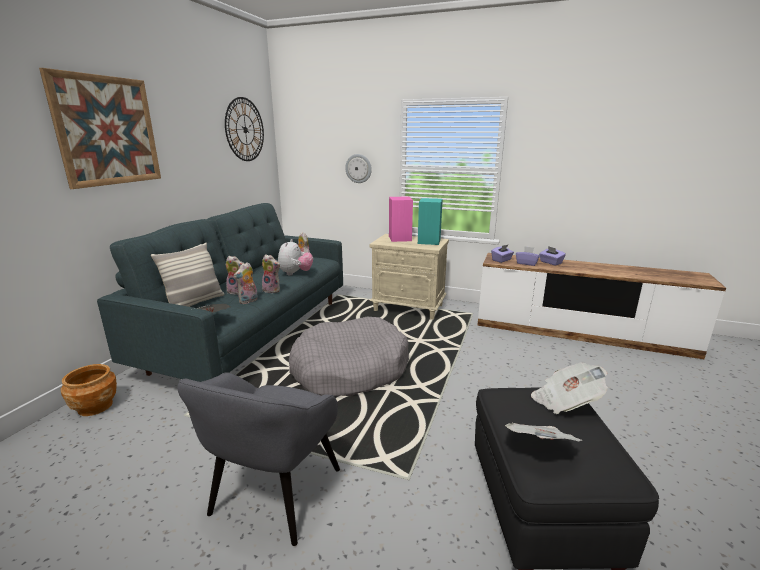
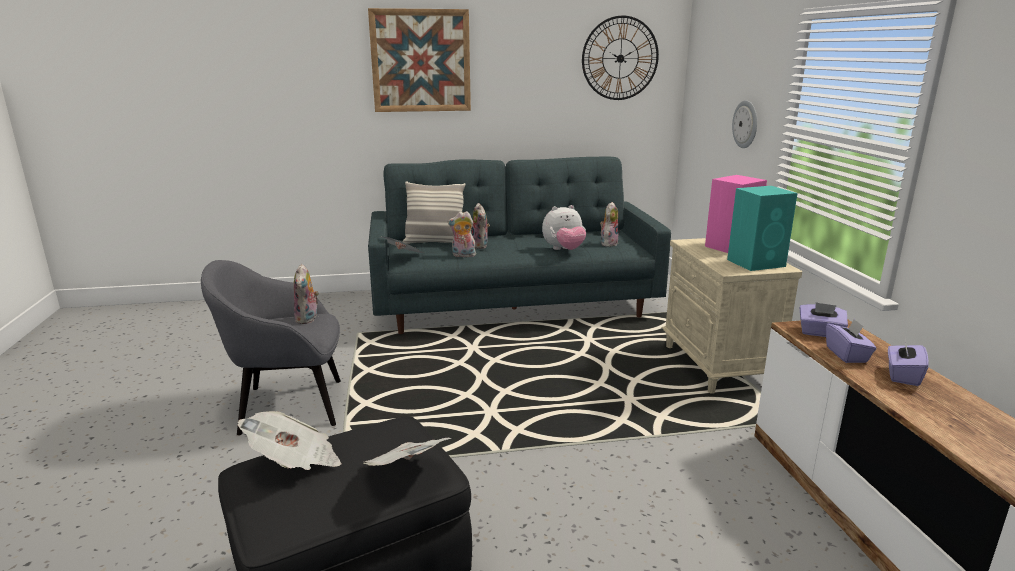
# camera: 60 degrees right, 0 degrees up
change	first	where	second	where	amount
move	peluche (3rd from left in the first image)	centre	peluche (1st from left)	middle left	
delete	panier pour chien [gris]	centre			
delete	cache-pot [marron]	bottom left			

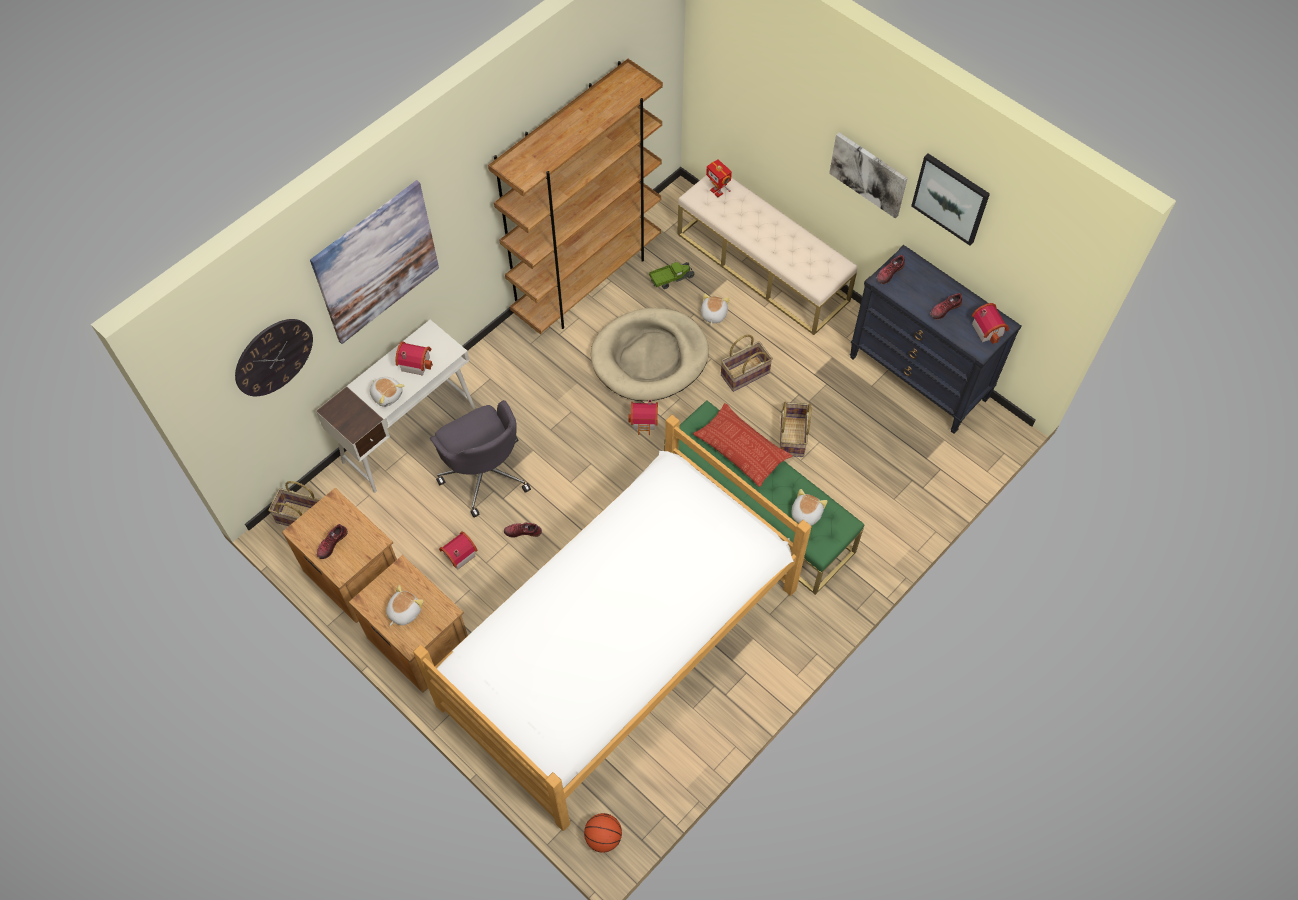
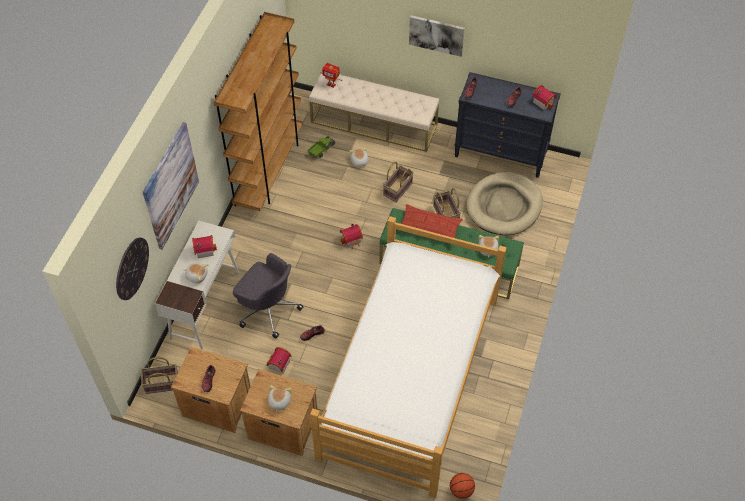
# camera: 25 degrees left, 5 degrees down
change	first	where	second	where	amount
delete	tableau (3rd from left)	top right			
move	panier pour chien [beige]	centre		middle right	

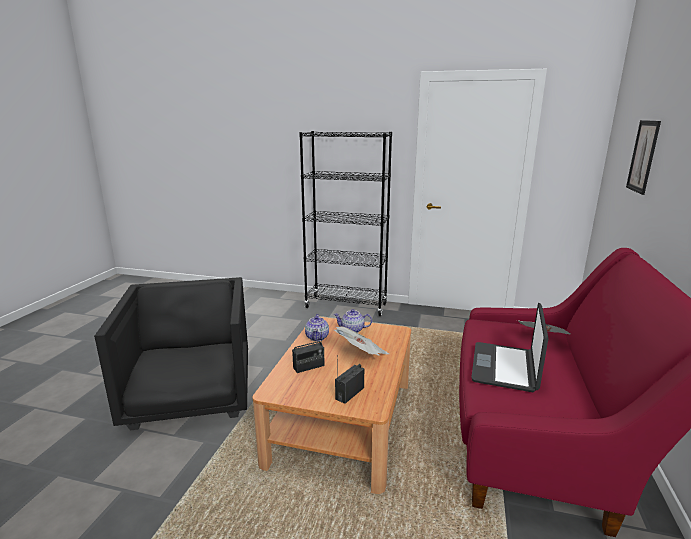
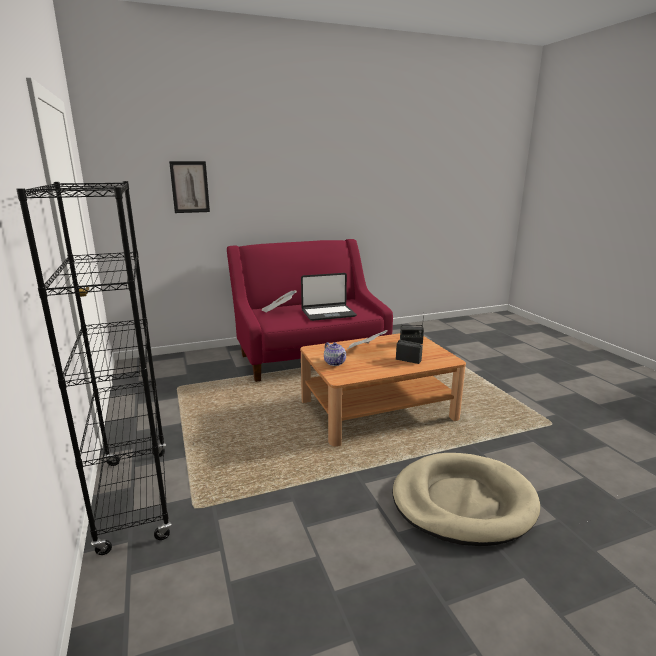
# camera: 125 degrees left, 0 degrees up
change	first	where	second	where	amount
replace	fauteuil [noir]	middle left	panier pour chien [beige]	bottom right	
delete	théière (1st from left)	centre			

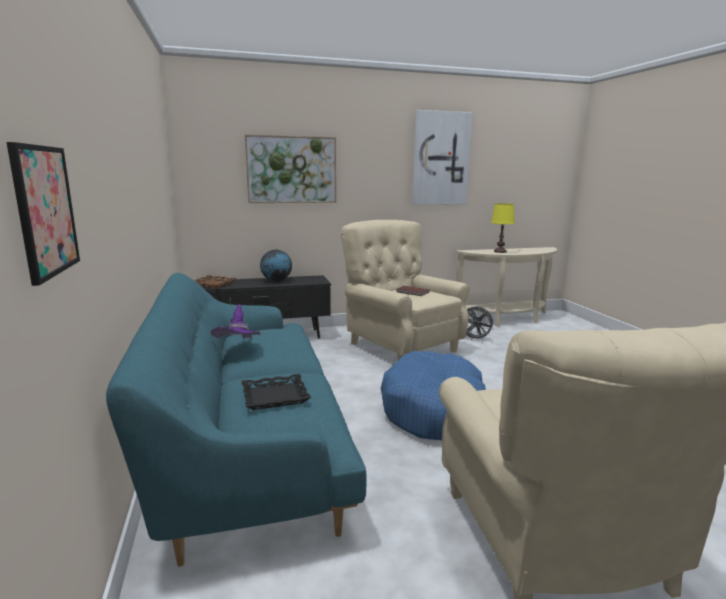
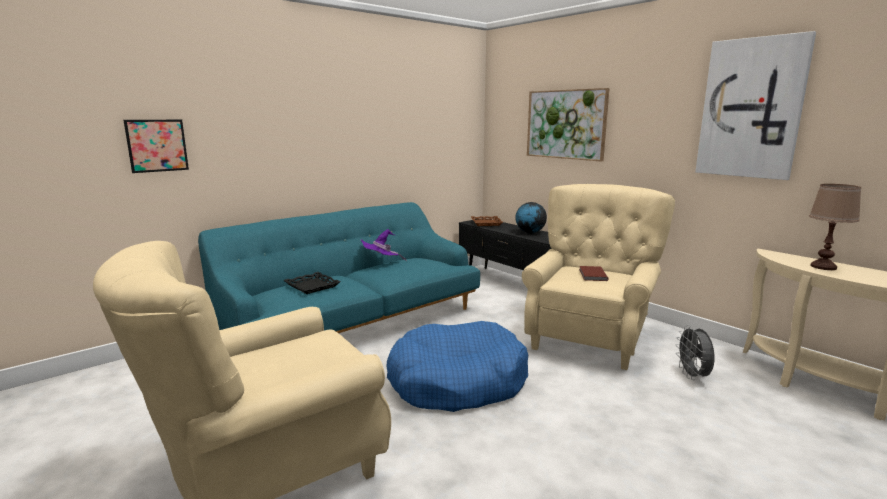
# camera: 65 degrees right, 0 degrees up
change	first	where	second	where	amount
recolor	lampe de table [jaune]	middle right	lampe de table [marron]	middle right	

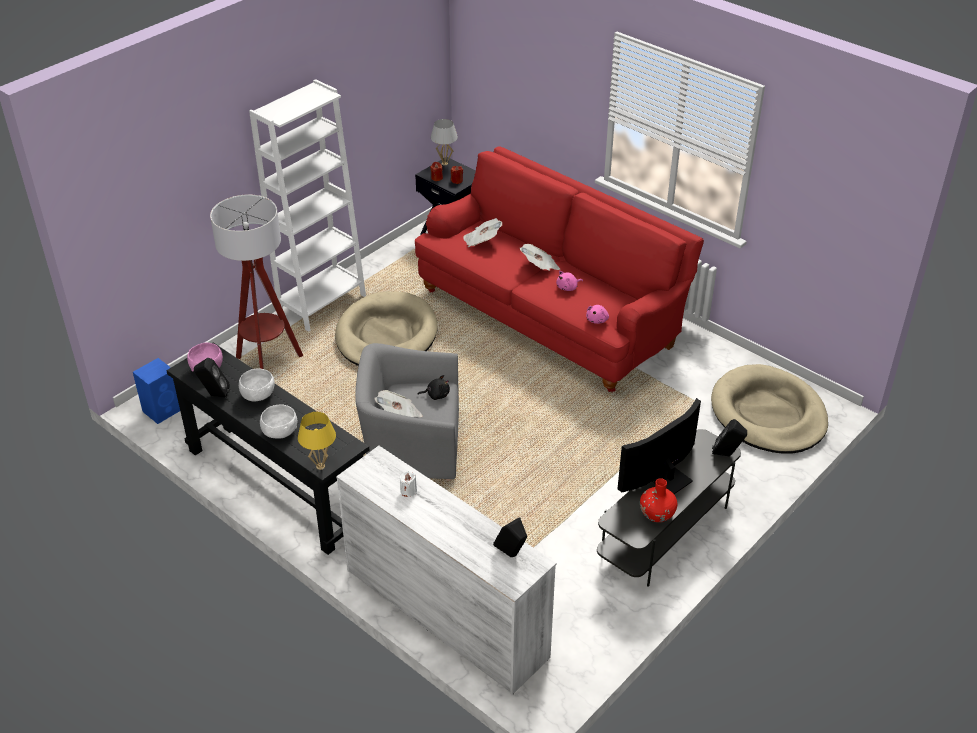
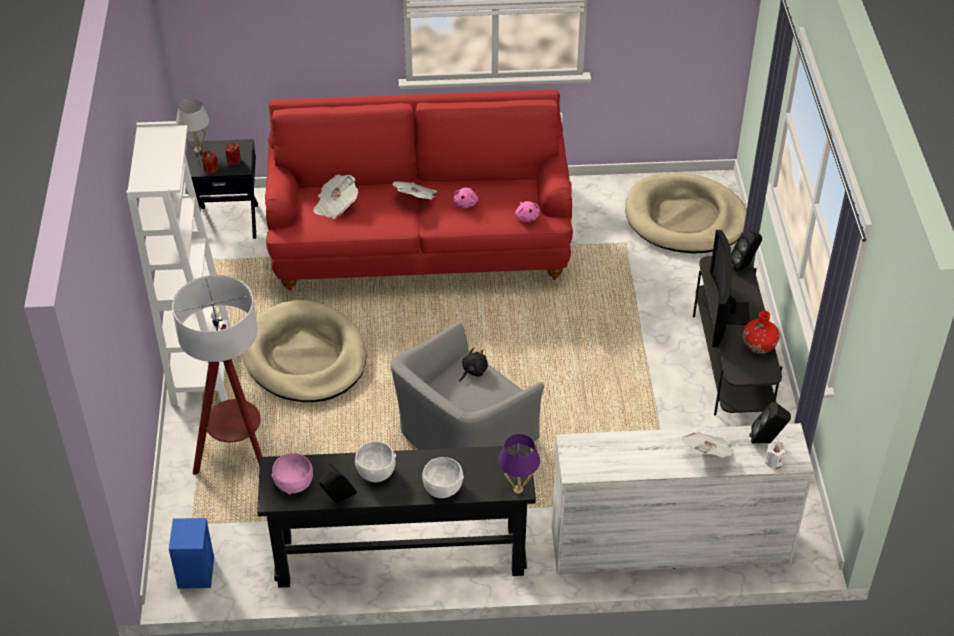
# camera: 45 degrees left, 5 degrees up
change	first	where	second	where	amount
move	journal (1st from left in the first image)	centre	journal (3rd from left)	bottom right	
recolor	lampe de table [jaune]	middle left	lampe de table [violet]	bottom centre	
move	bougie [blanc]	centre		bottom right	

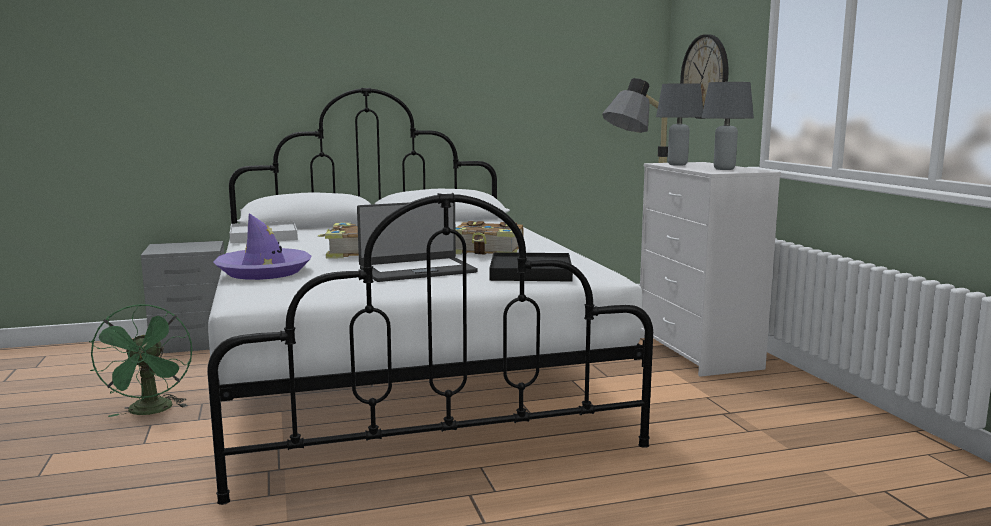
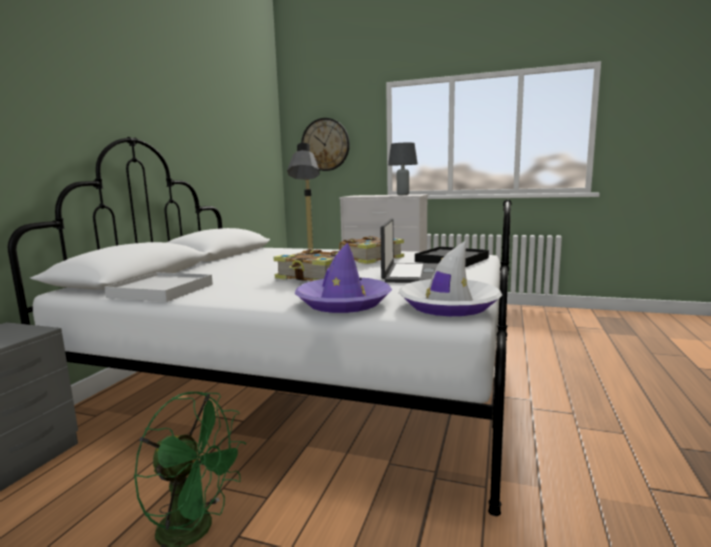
# camera: 55 degrees left, 0 degrees up
change	first	where	second	where	amount
delete	lampe de table [gris] (1st from left)	top right			
insert			chapeau [blanc]	centre	

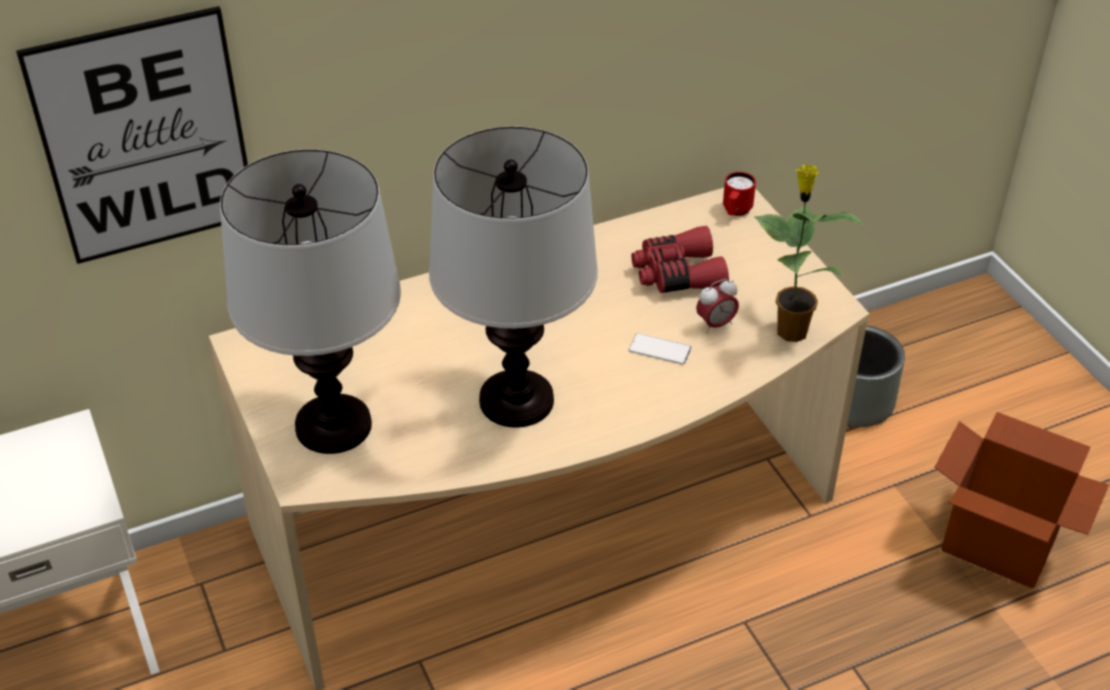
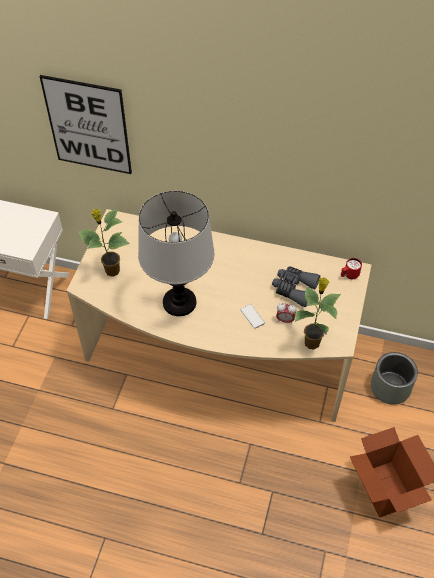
# camera: 40 degrees right, 10 degrees up
change	first	where	second	where	amount
replace	lampe de table (1st from left)	middle left	plante en pot (1st from left)	middle left	
recolor	jumelles [rouge]	centre	jumelles [gris]	middle right	

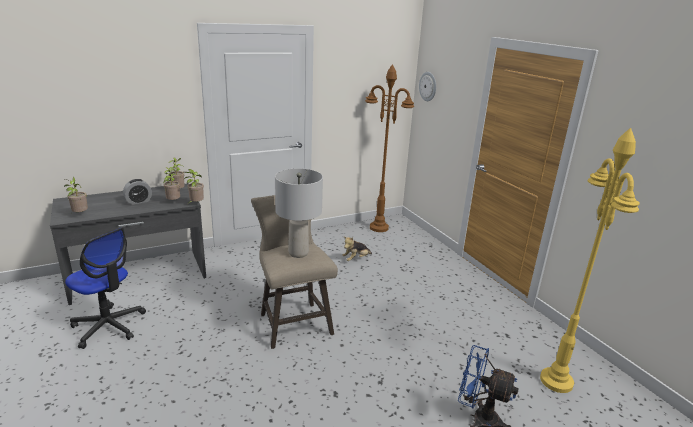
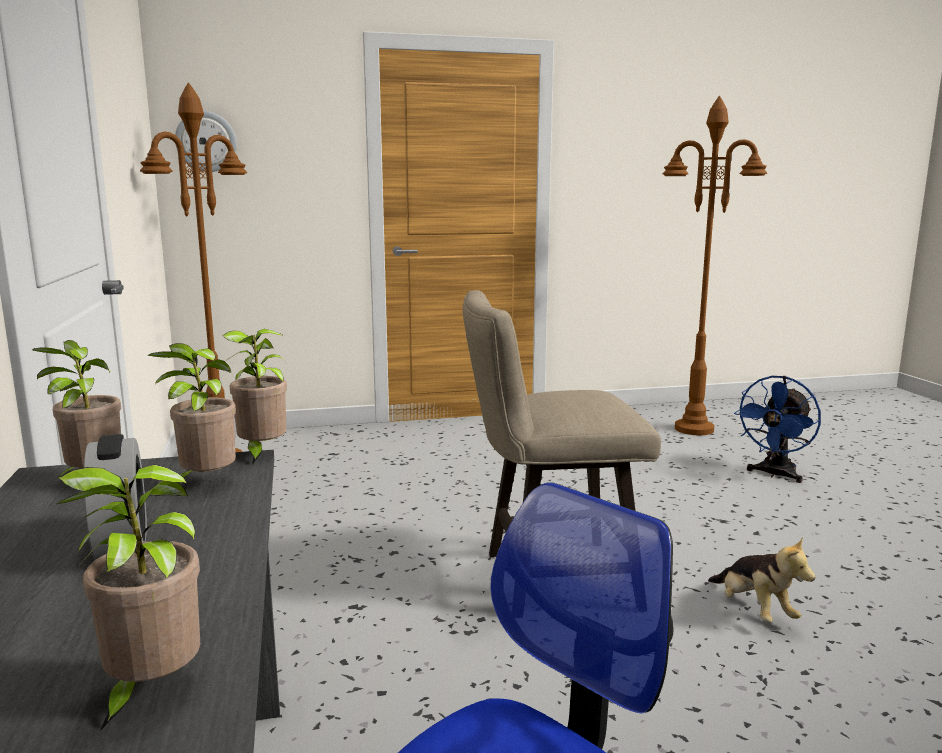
# camera: 75 degrees left, 10 degrees down
change	first	where	second	where	amount
recolor	lampadaire [jaune]	middle right	lampadaire [marron] (2nd from left)	middle right	
delete	lampe de table [gris]	centre			
move	peluche	centre		bottom right	

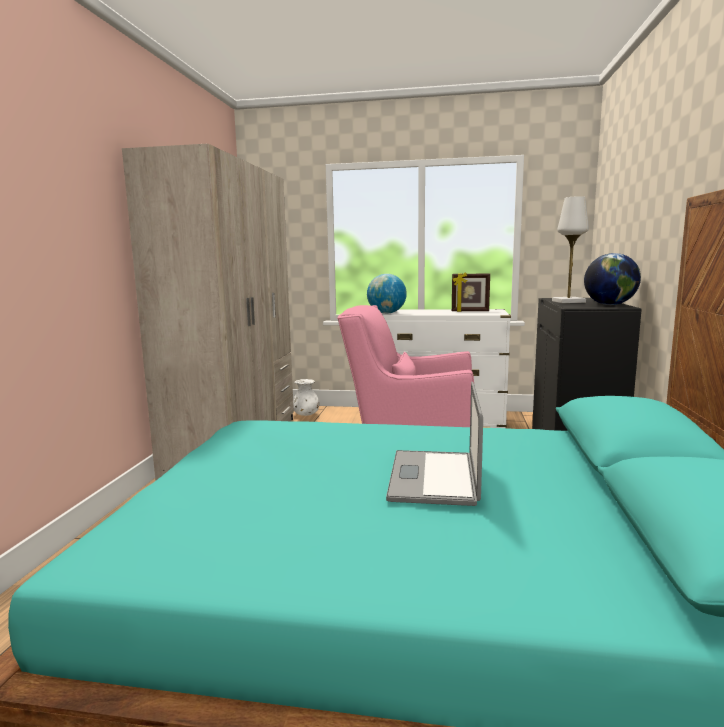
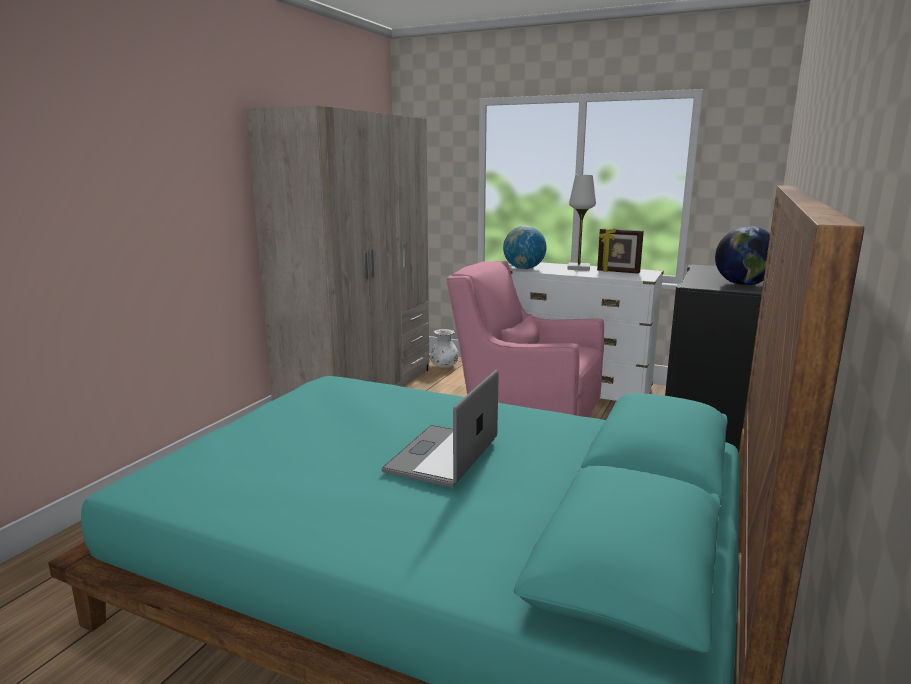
# camera: 15 degrees right, 5 degrees up
change	first	where	second	where	amount
move	lampe de table [blanc]	middle right		top centre	

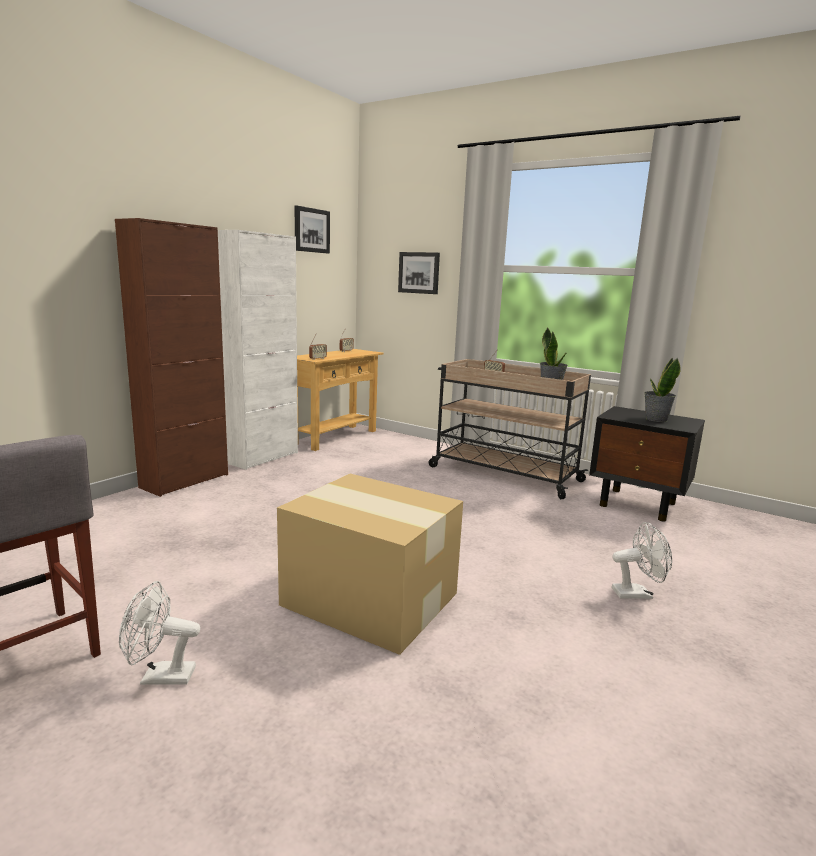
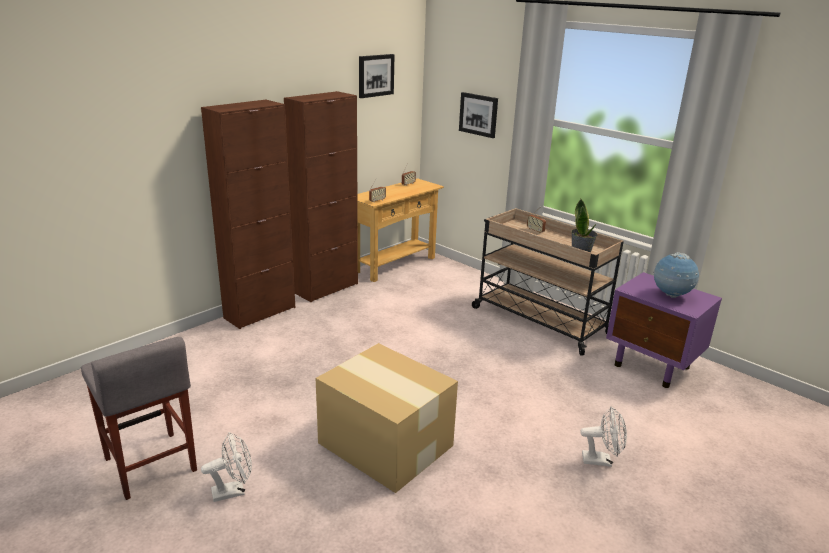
# camera: 10 degrees right, 10 degrees up
change	first	where	second	where	amount
recolor	meuble de rangement [blanc]	middle left	meuble de rangement [marron] (2nd from left)	centre	
replace	plante en pot (2nd from left)	middle right	globe	middle right	
recolor	table de chevet [noir]	middle right	table de chevet [violet]	middle right	
rotate	ventilateur [blanc] (1st from left)	bottom left		bottom left	150 degrees clockwise

